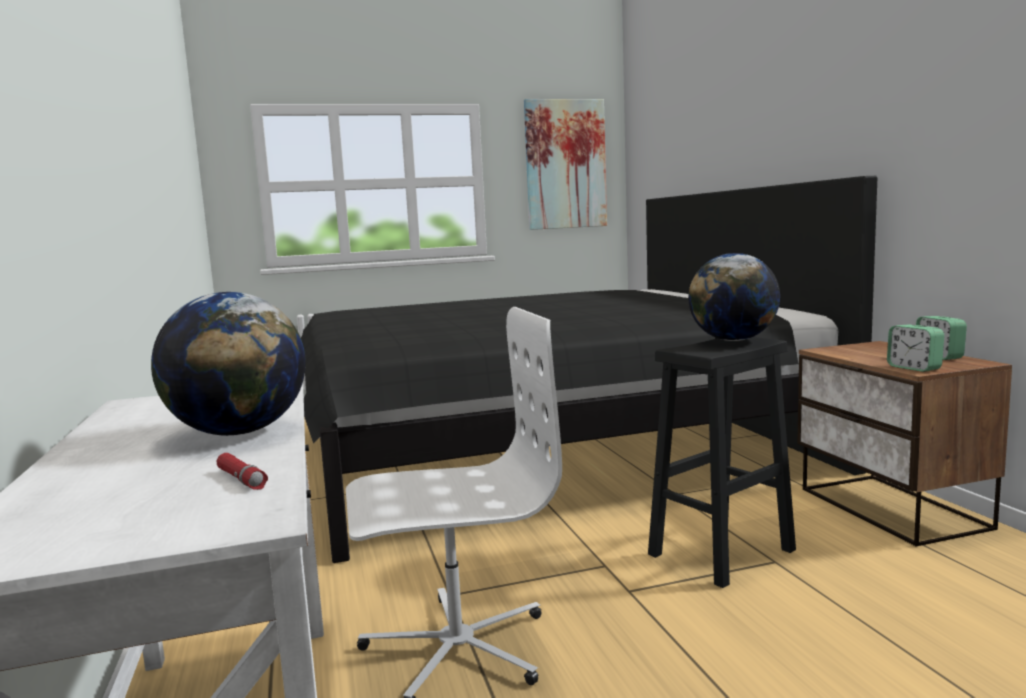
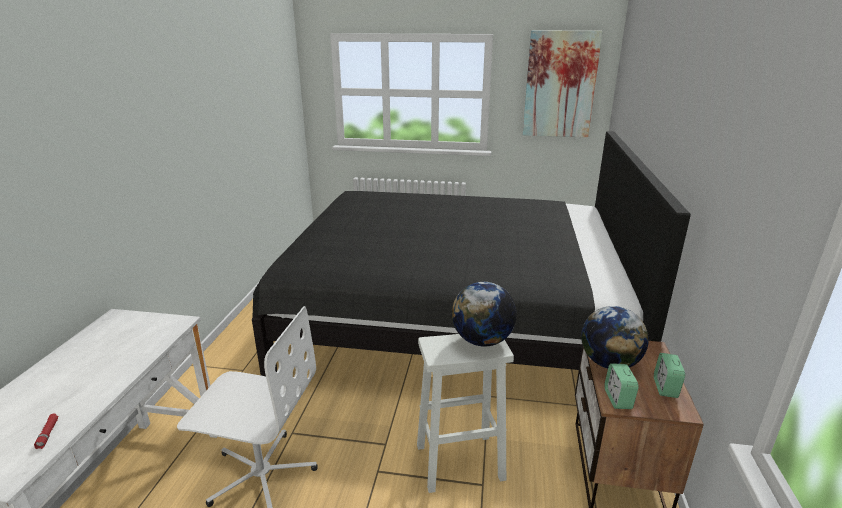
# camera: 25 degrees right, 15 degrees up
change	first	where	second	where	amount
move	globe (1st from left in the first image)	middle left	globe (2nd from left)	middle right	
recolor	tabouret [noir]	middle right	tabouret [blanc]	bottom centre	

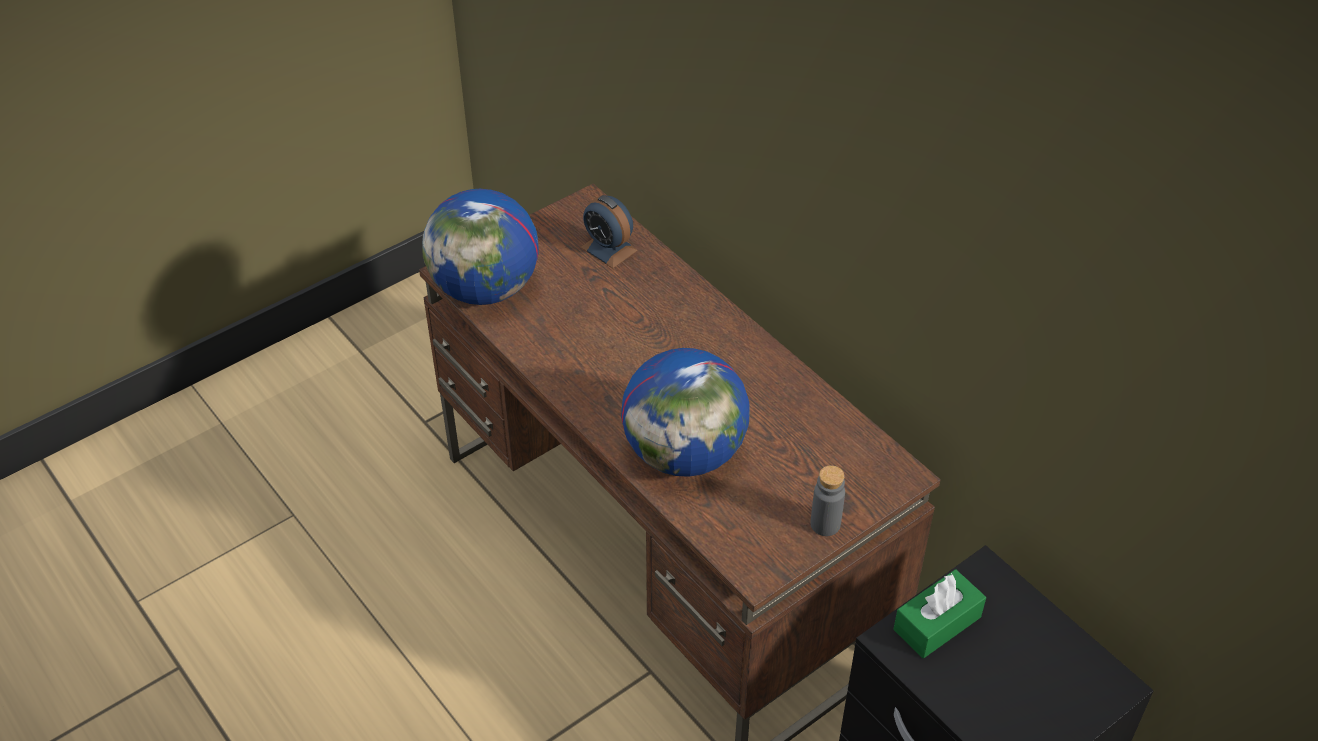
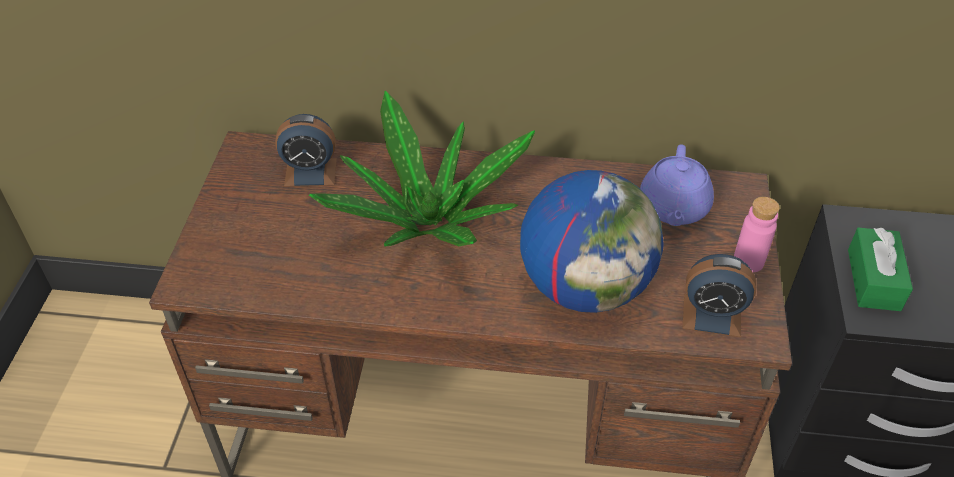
# camera: 45 degrees left, 0 degrees up
change	first	where	second	where	amount
delete	globe (1st from left)	centre			
recolor	bouteille [gris]	bottom centre	bouteille [rose]	middle right	
insert			plante en pot	centre	
insert			théière [violet]	middle right	
insert			réveil (2nd from left)	middle right	

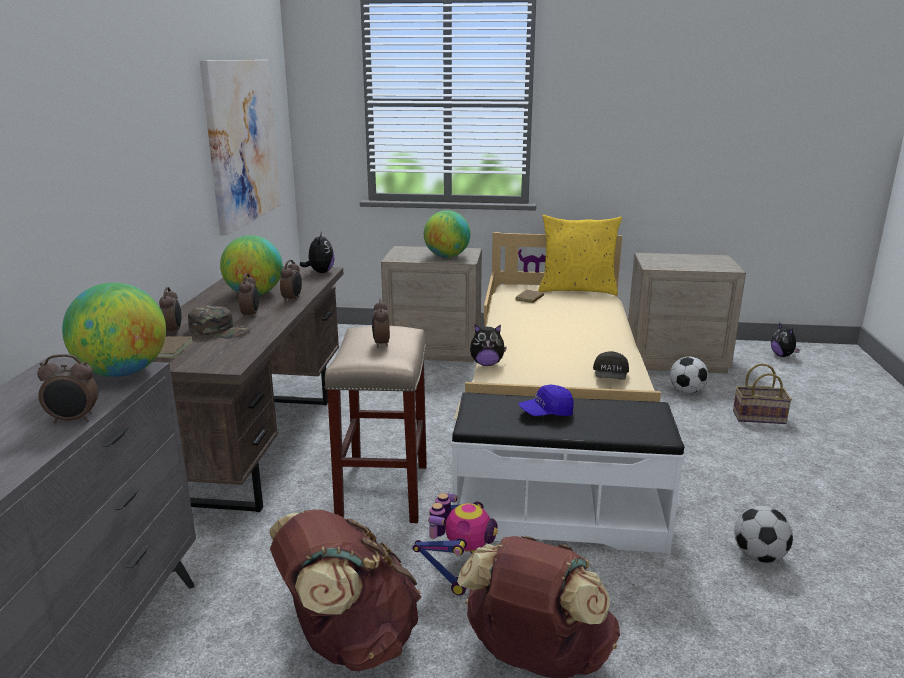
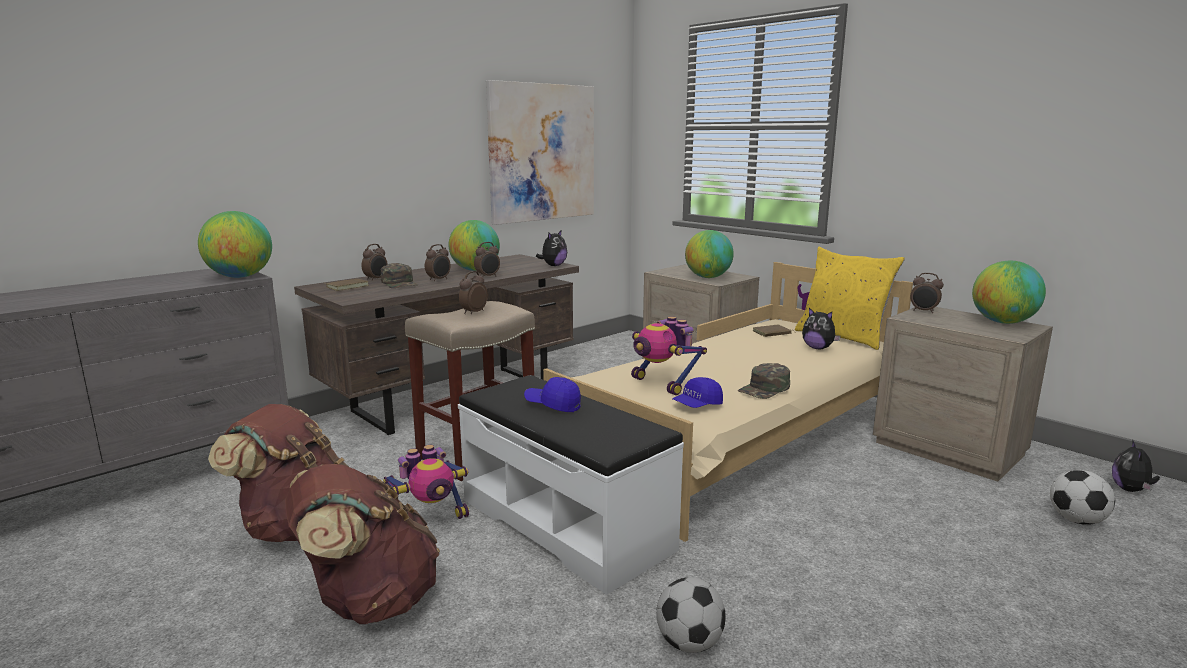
# camera: 40 degrees right, 5 degrees down
change	first	where	second	where	amount
move	peluche (2nd from left)	centre		middle right	
recolor	casquette [noir]	middle right	casquette [bleu] (2nd from left)	centre	
move	réveil (1st from left in the first image)	middle left	réveil (5th from left)	middle right	
move	ballon de foot (1st from left in the first image)	middle right	ballon de foot (2nd from left)	bottom right	
delete	panier	middle right			
insert			globe (4th from left)	middle right	
insert			robot jouet (2nd from left)	centre	
insert			casquette [vert] (2nd from left)	centre	

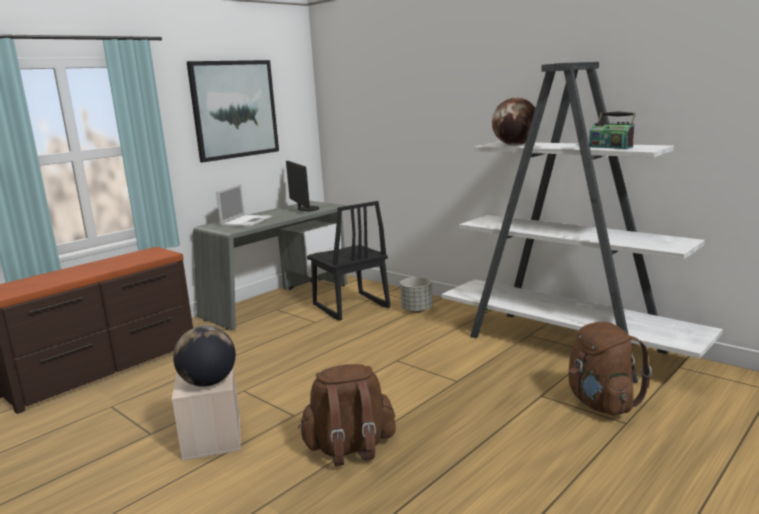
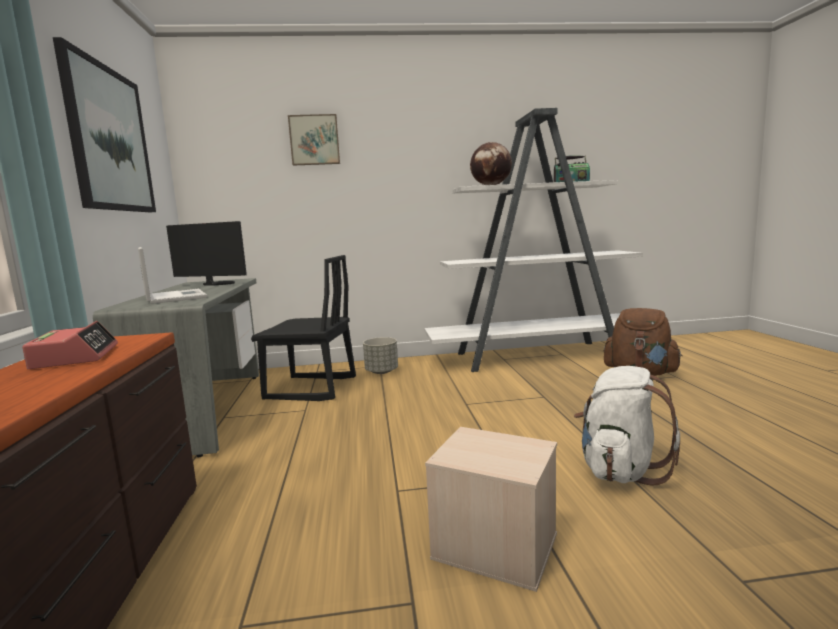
# camera: 50 degrees left, 5 degrees down
change	first	where	second	where	amount
delete	globe (1st from left)	bottom left			
recolor	sac à dos [marron] (1st from left)	bottom centre	sac à dos [blanc]	bottom right	
insert			tableau (2nd from left)	top centre	
insert			réveil	middle left	

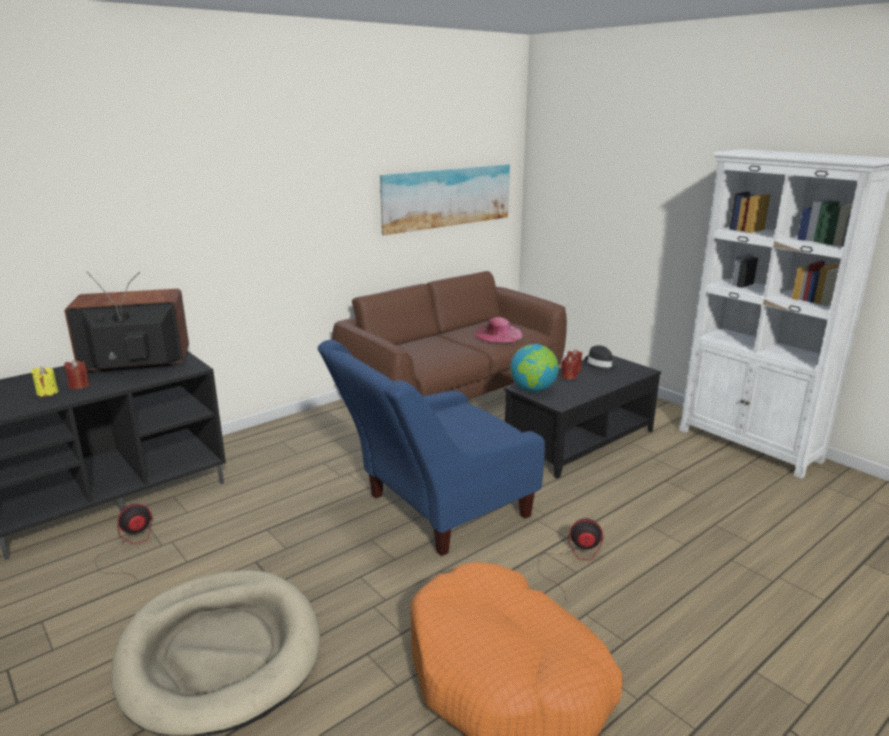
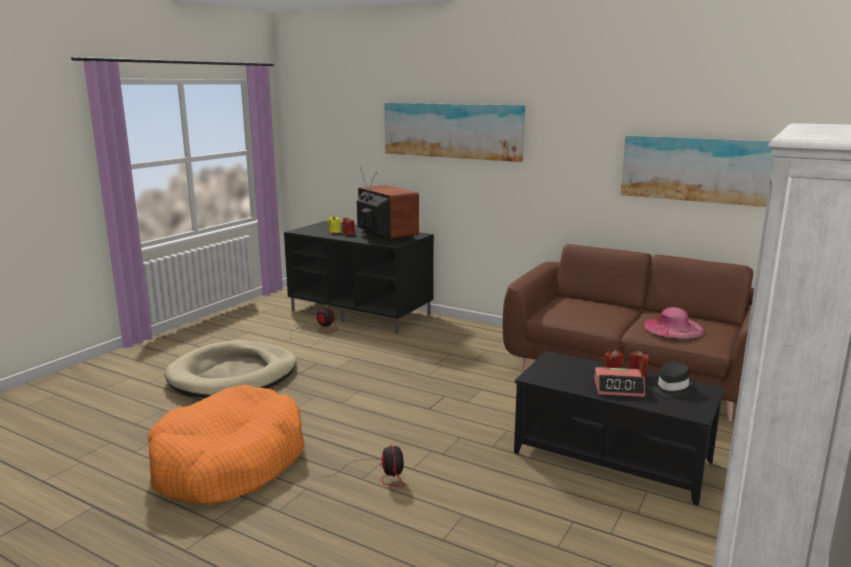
# camera: 70 degrees right, 5 degrees down
change	first	where	second	where	amount
delete	fauteuil [bleu]	centre			
delete	globe	centre			
insert			tableau (1st from left)	top centre	
insert			réveil	bottom right	

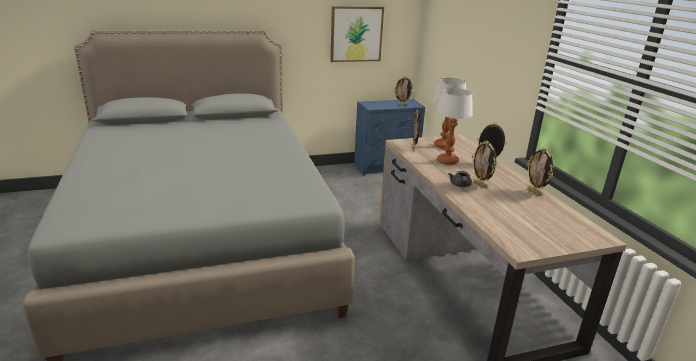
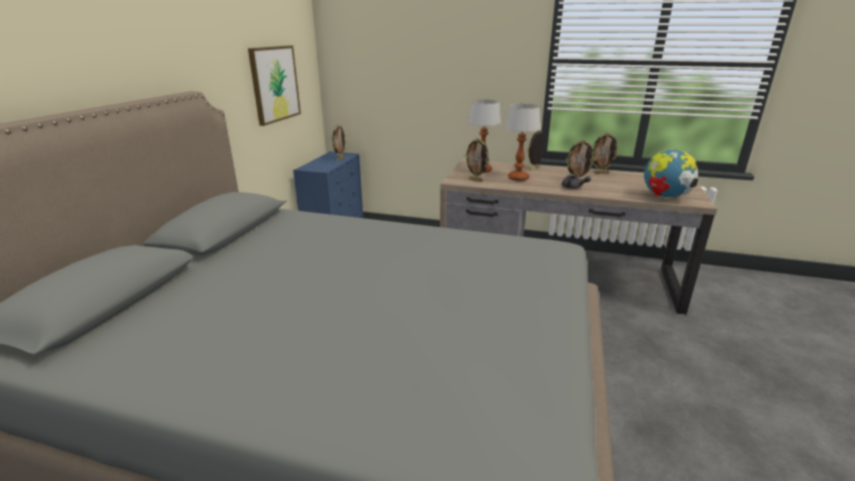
# camera: 55 degrees left, 0 degrees up
change	first	where	second	where	amount
insert			globe	middle right	

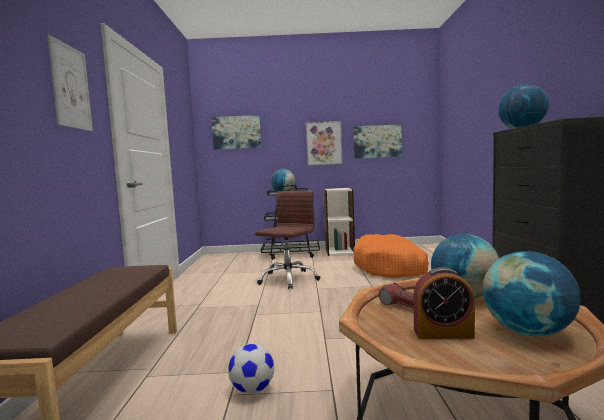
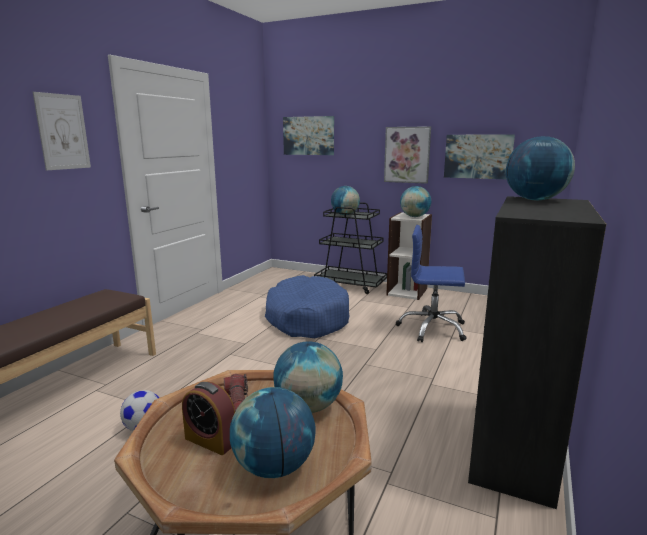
# camera: 25 degrees right, 10 degrees up
change	first	where	second	where	amount
replace	chaise de bureau [marron]	centre	panier pour chien [bleu]	centre	
replace	panier pour chien [orange]	centre	chaise de bureau [bleu]	centre	
insert			globe (4th from left)	centre	

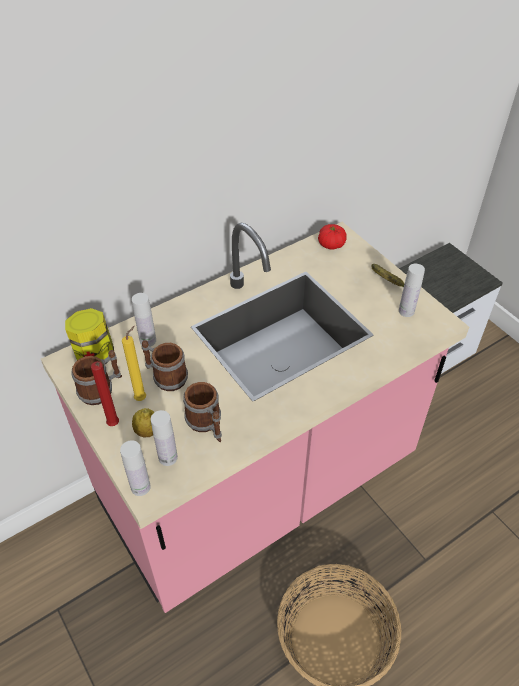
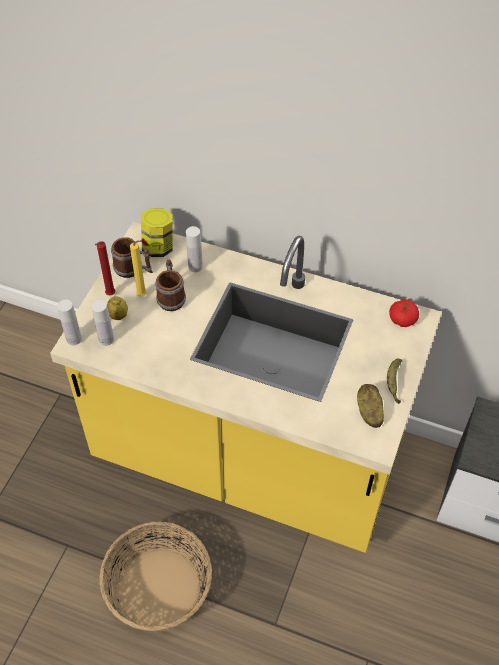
# camera: 55 degrees right, 5 degrees up
change	first	where	second	where	amount
recolor	comptoir de cuisine [rose]	centre	comptoir de cuisine [jaune]	centre	
replace	bouteille [blanc] (4th from left)	middle right	pomme de terre	middle right	
delete	mug (3rd from left)	centre			

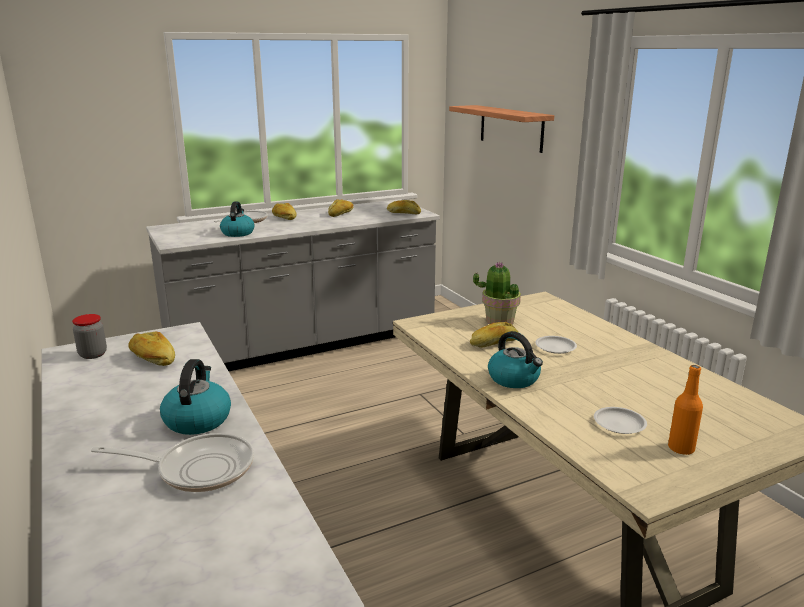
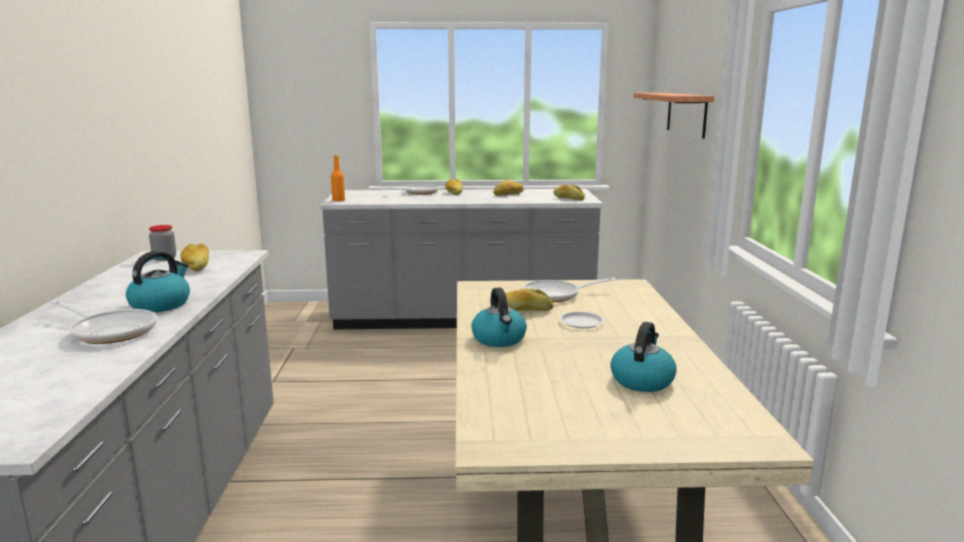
# camera: 25 degrees right, 5 degrees down
change	first	where	second	where	amount
move	bouilloire (2nd from left in the first image)	middle left	bouilloire (3rd from left)	middle right	
replace	plante en pot	centre	poêle (3rd from left)	centre	
move	bouteille [orange]	bottom right		top centre	
delete	assiette [blanc] (2nd from left)	bottom right			

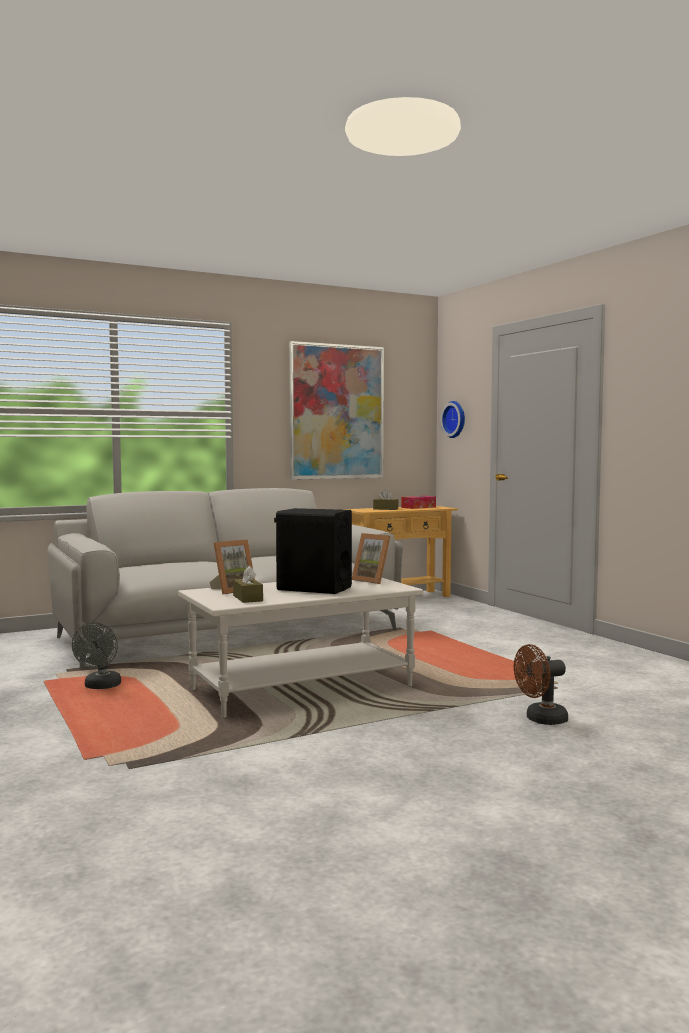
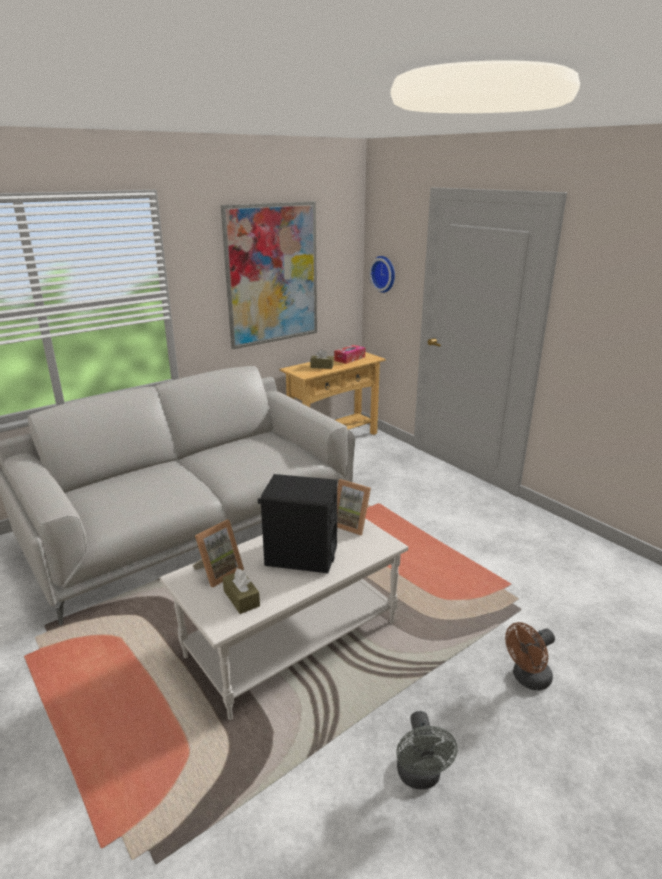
# camera: 10 degrees left, 20 degrees up
change	first	where	second	where	amount
move	ventilateur [gris]	middle left		bottom centre	

